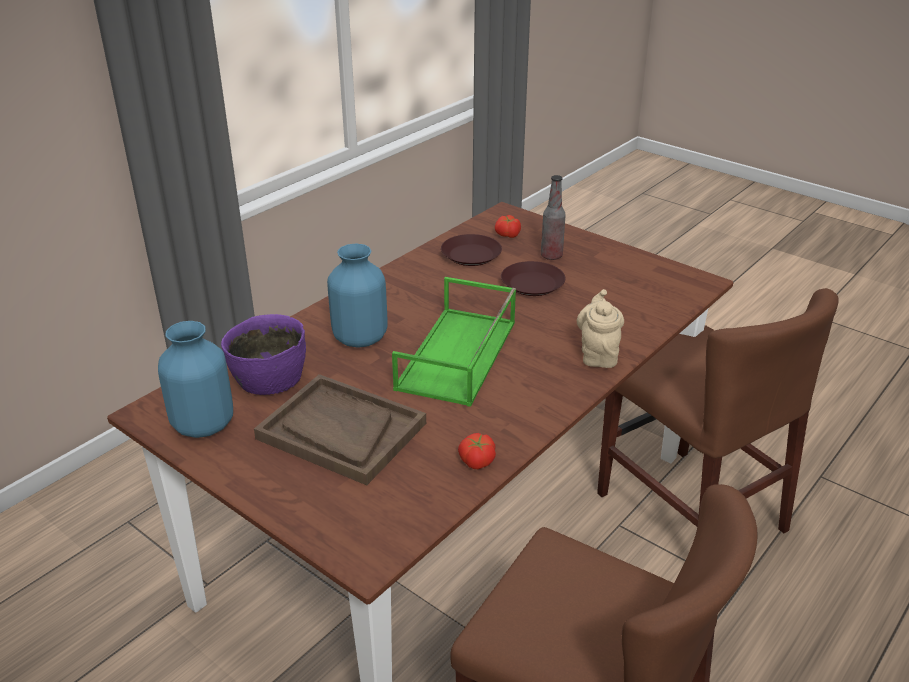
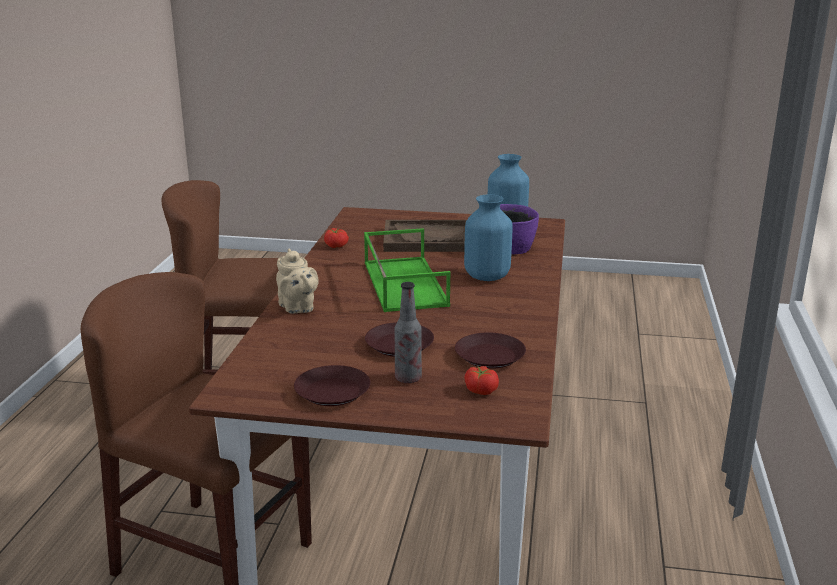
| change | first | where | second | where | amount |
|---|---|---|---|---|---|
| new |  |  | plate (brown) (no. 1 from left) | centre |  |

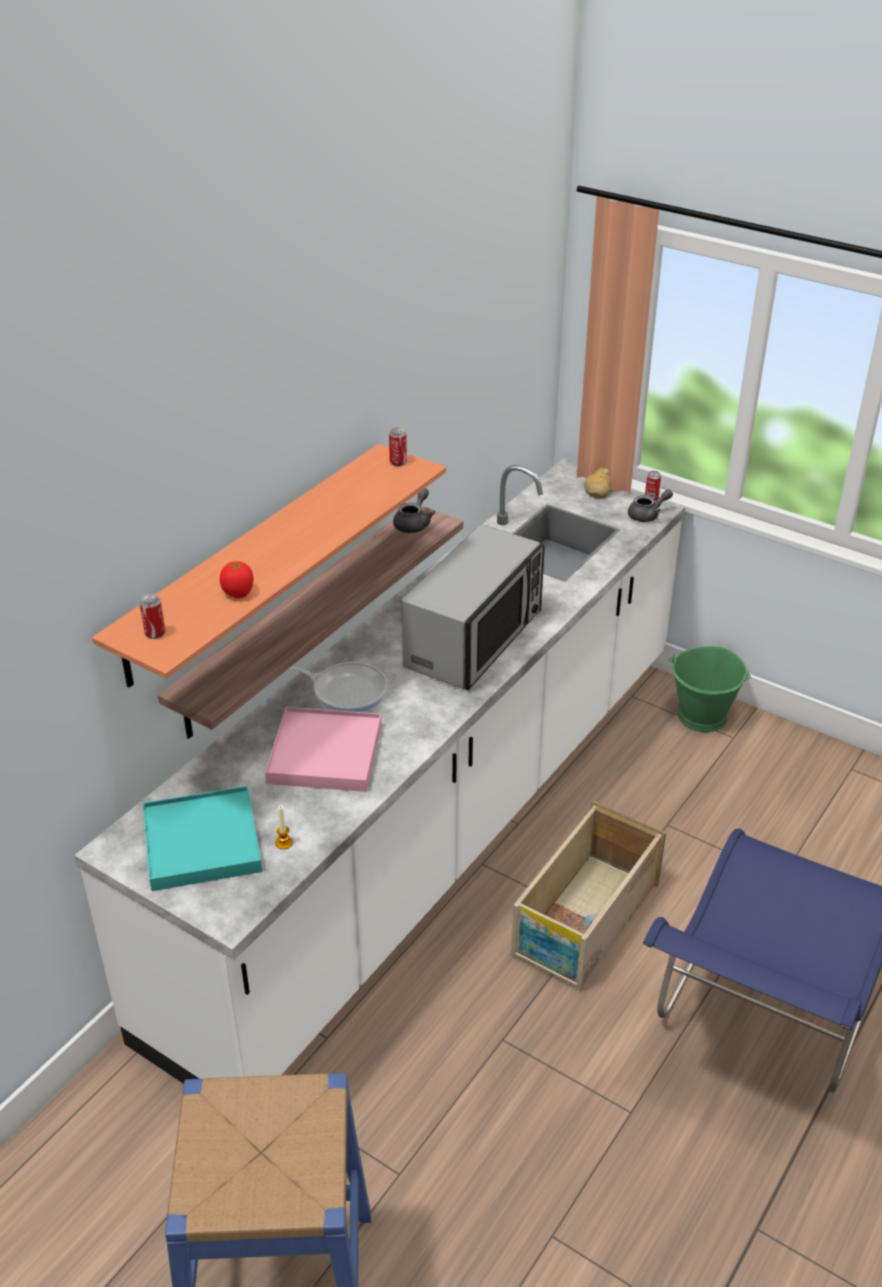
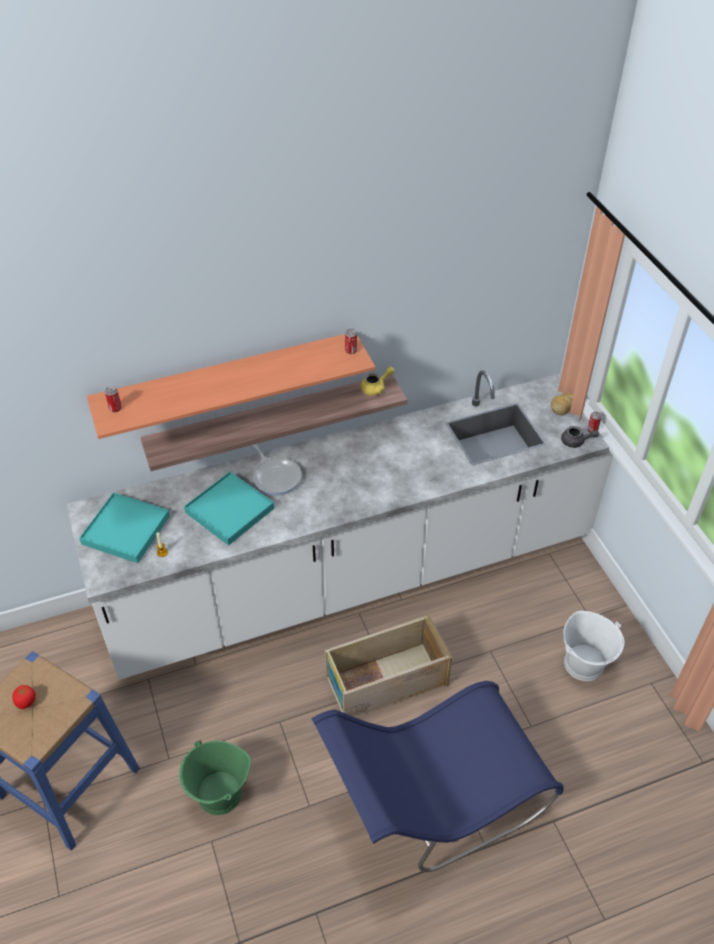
| change | first | where | second | where | amount |
|---|---|---|---|---|---|
| gone | microwave | centre |  |  |  |
| new |  |  | bucket (white) | bottom right |  |
| shifted | tomato | middle left |  | bottom left |  |
| shifted | bucket (green) | middle right |  | bottom left |  |
| repainted | tray (pink) | centre | tray (turquoise) (no. 2 from left) | middle left |  |
| repainted | teapot (grey) (no. 1 from left) | centre | teapot (yellow) | centre |  |

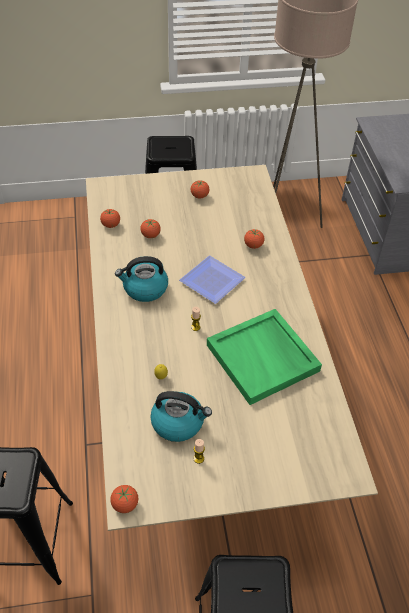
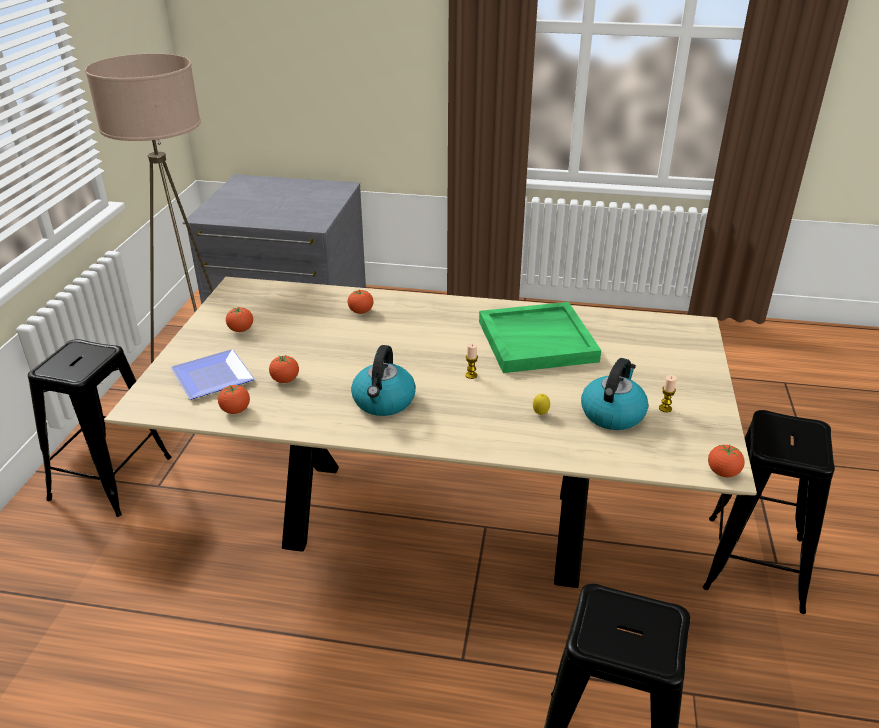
| change | first | where | second | where | amount |
|---|---|---|---|---|---|
| shifted | plate | centre |  | middle left |  |

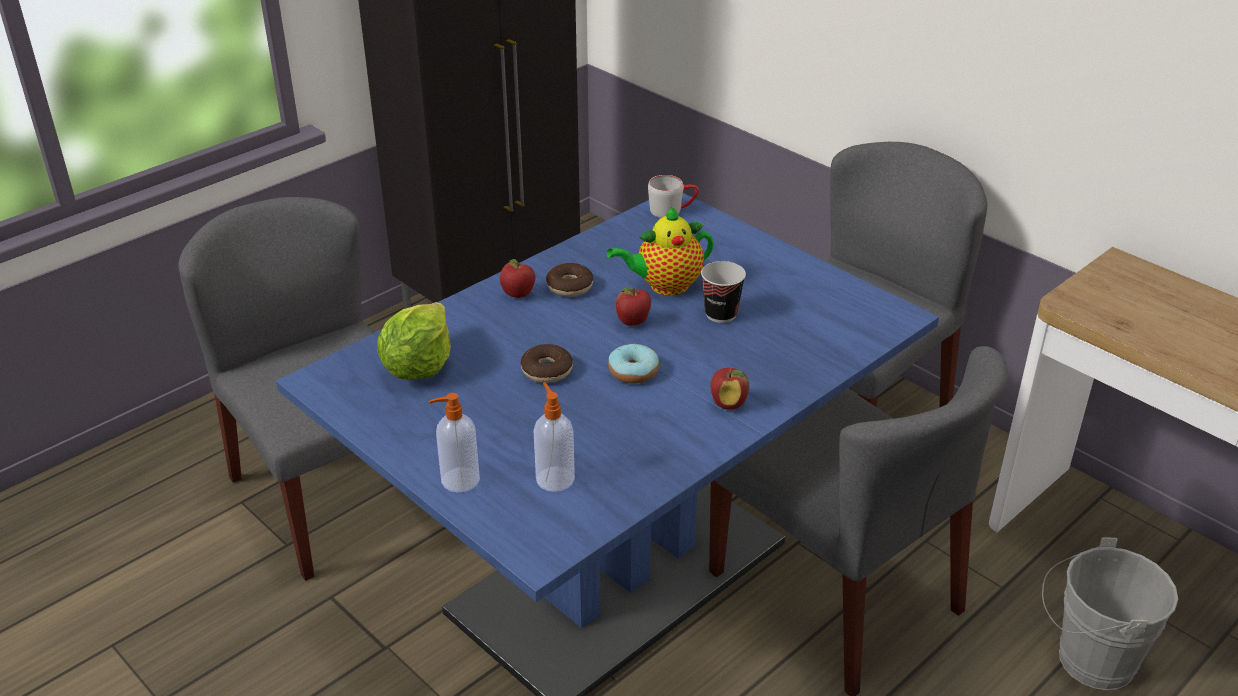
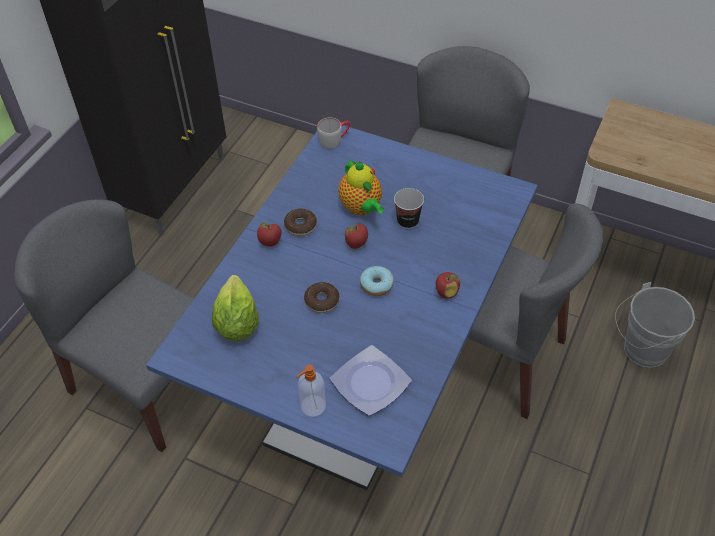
| change | first | where | second | where | amount |
|---|---|---|---|---|---|
| swapped | soap dispenser (no. 2 from left) | centre | plate | bottom centre |  |
| rotated | teapot | centre |  | centre | 75 degrees counterclockwise |

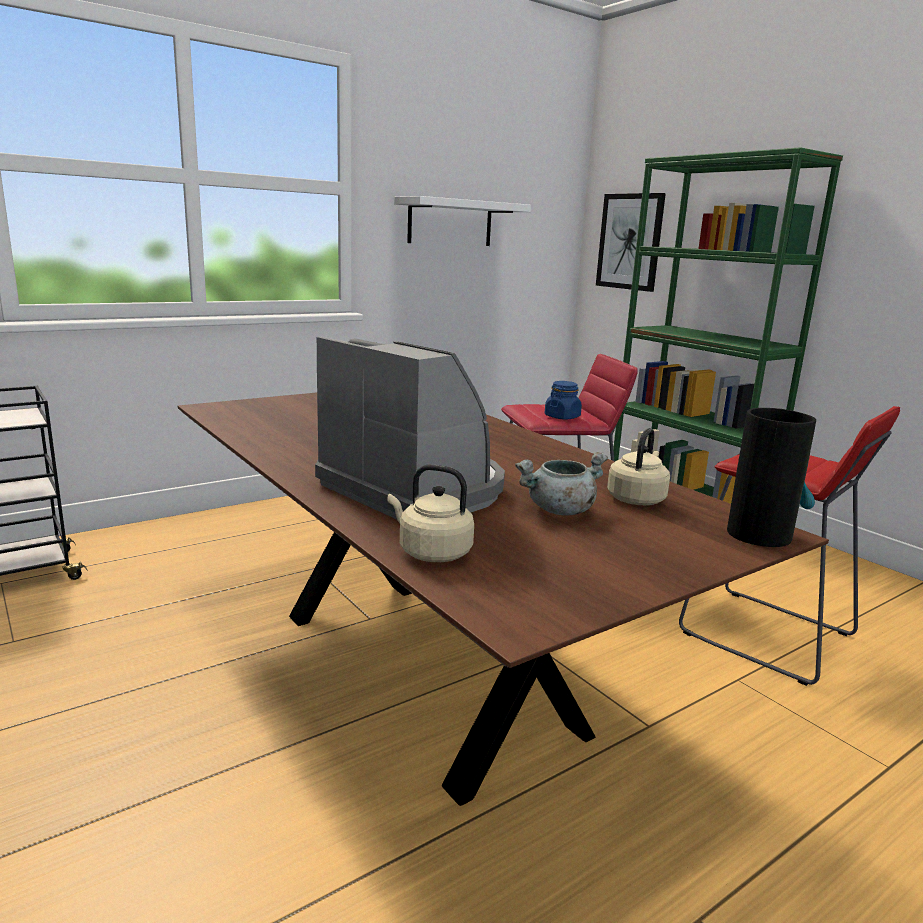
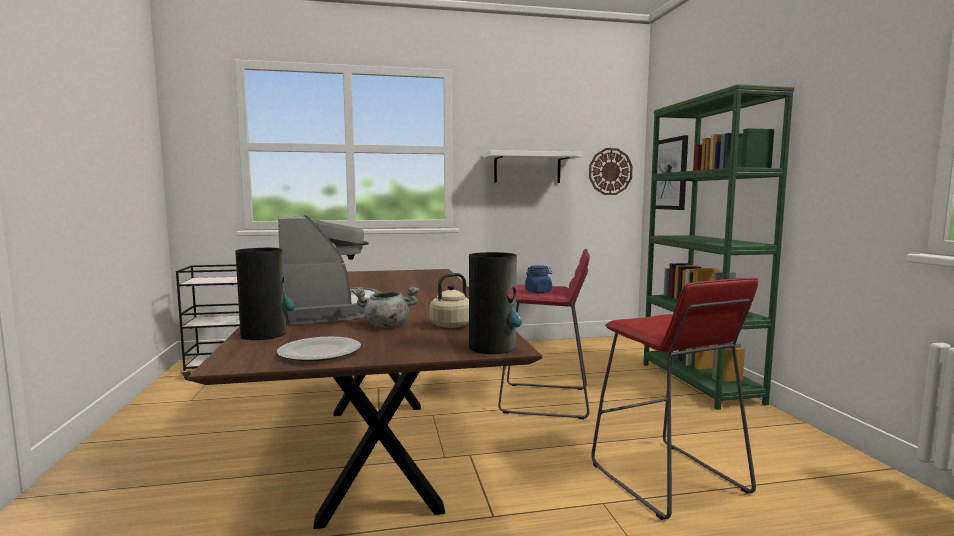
| change | first | where | second | where | amount |
|---|---|---|---|---|---|
| new |  |  | plate | centre |  |
| new |  |  | wall clock | top centre |  |
| swapped | kettle (beige) (no. 1 from left) | centre | vase (no. 1 from left) | middle left |  |

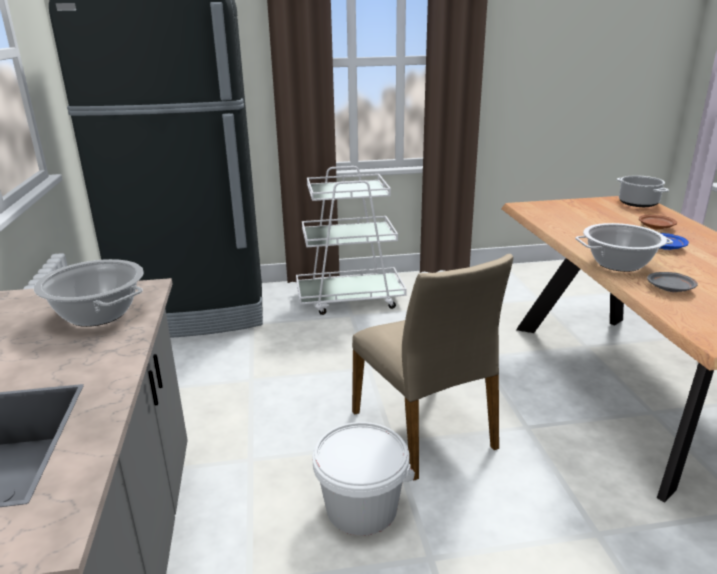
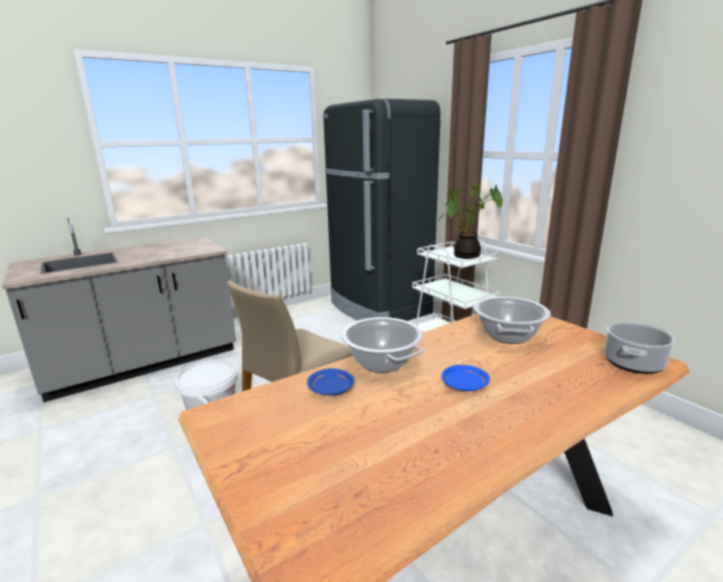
| change | first | where | second | where | amount |
|---|---|---|---|---|---|
| gone | plate (brown) | middle right |  |  |  |
| new |  |  | potted plant | centre |  |
| shifted | cooking pot (no. 1 from left in the first image) | middle left | cooking pot (no. 2 from left) | middle right |  |
| repainted | plate (grey) | middle right | plate (blue) (no. 1 from left) | centre |  |

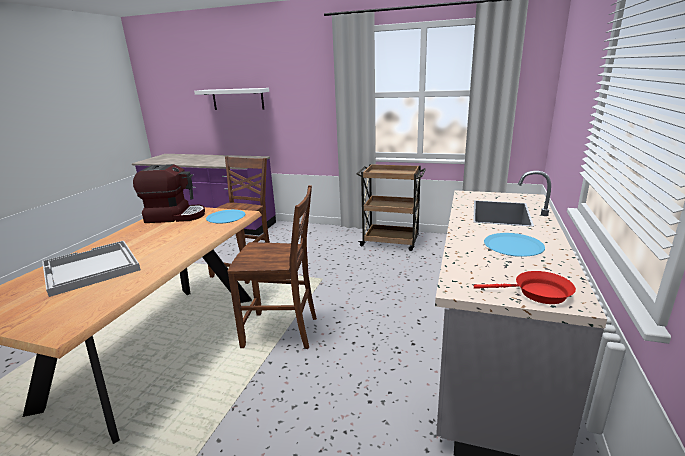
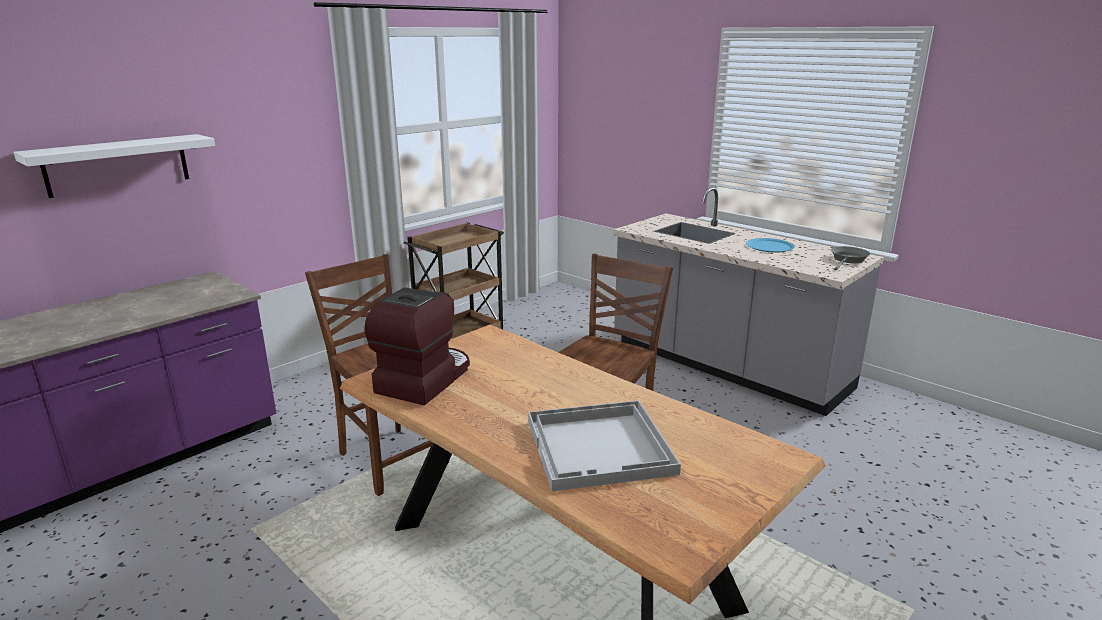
| change | first | where | second | where | amount |
|---|---|---|---|---|---|
| gone | plate (blue) (no. 1 from left) | middle left |  |  |  |
| repainted | frying pan (red) | middle right | frying pan (grey) | middle right |  |

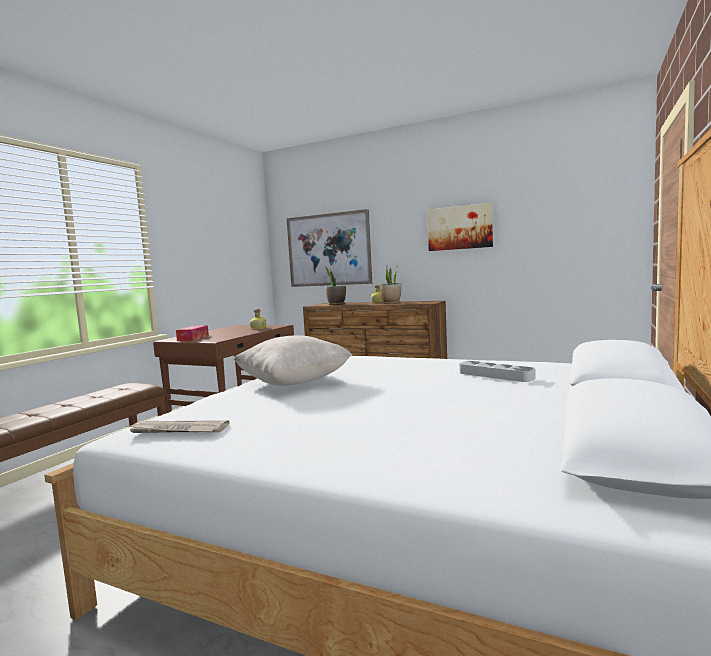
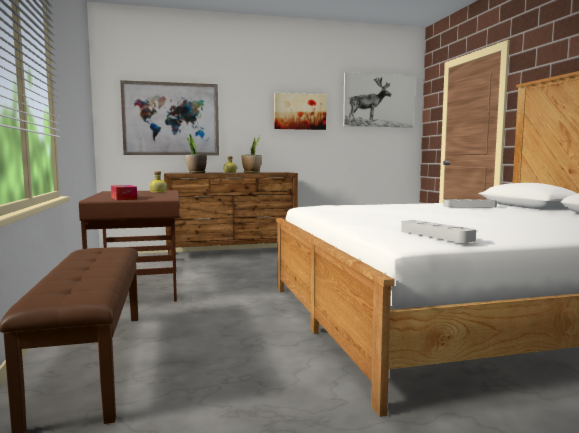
| change | first | where | second | where | amount |
|---|---|---|---|---|---|
| gone | pillow (beige) | centre |  |  |  |
| new |  |  | picture (no. 3 from left) | top centre |  |
| swapped | newspaper | middle left | tray (grey) (no. 1 from left) | middle right |  |

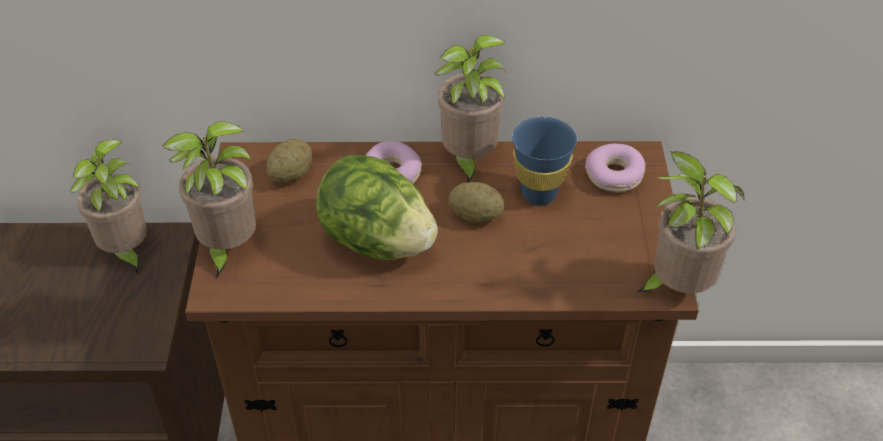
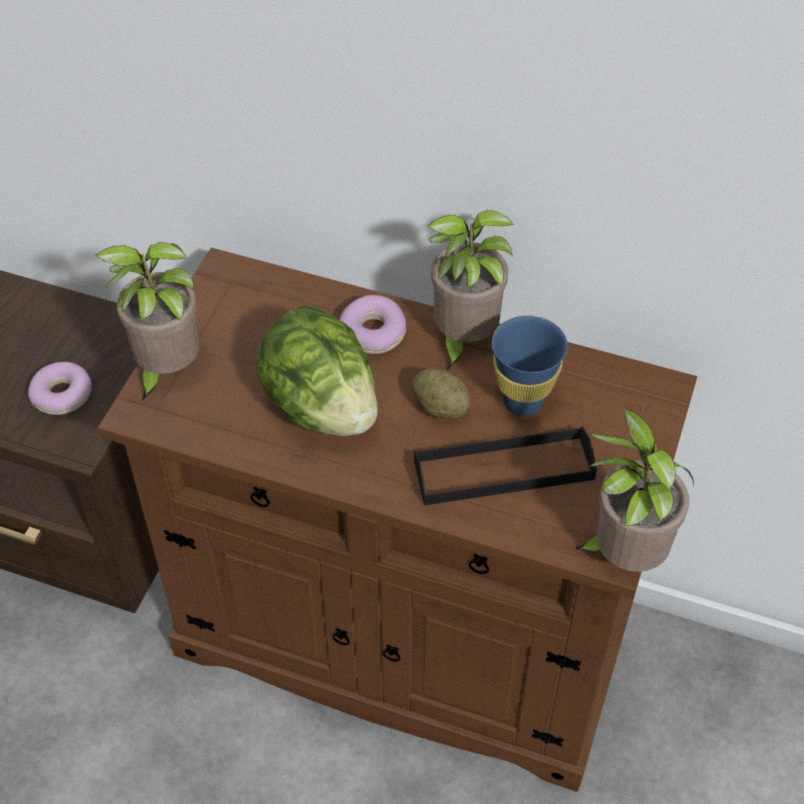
| change | first | where | second | where | amount |
|---|---|---|---|---|---|
| gone | potted plant (no. 1 from left) | middle left |  |  |  |
| gone | potato (no. 1 from left) | middle left |  |  |  |
| new |  |  | tray (black) | centre |  |
| shifted | donut (no. 2 from left in the first image) | middle right | donut (no. 1 from left) | middle left |  |

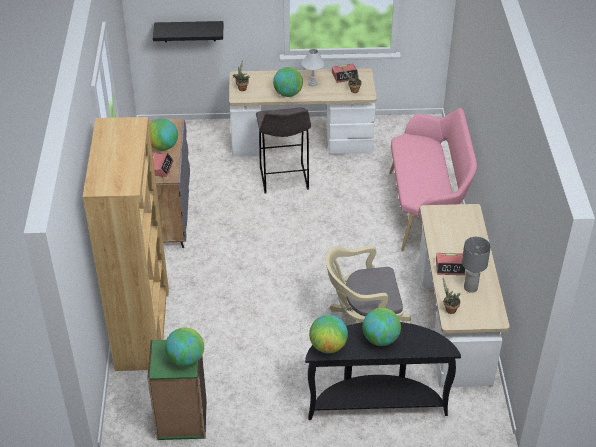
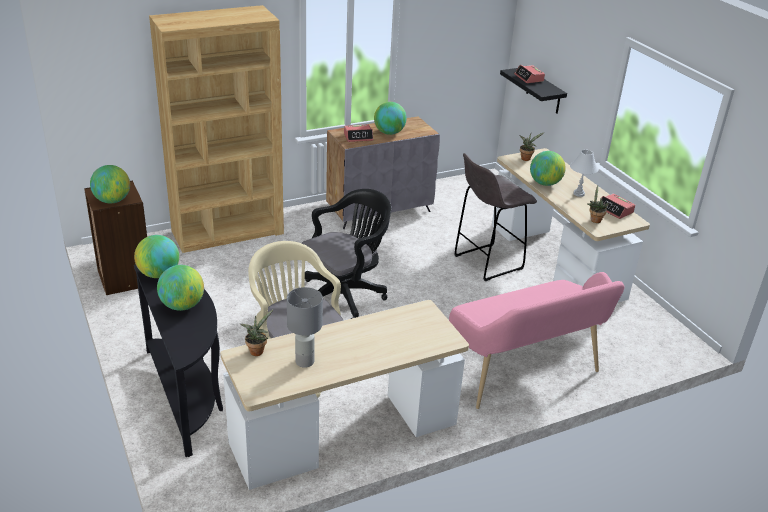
| change | first | where | second | where | amount |
|---|---|---|---|---|---|
| new |  |  | office chair (black) | centre |  |
| shifted | alarm clock (no. 3 from left in the first image) | middle right | alarm clock (no. 2 from left) | top right |  |
| repainted | bookcase (green) | bottom left | bookcase (brown) (no. 1 from left) | middle left |  |

